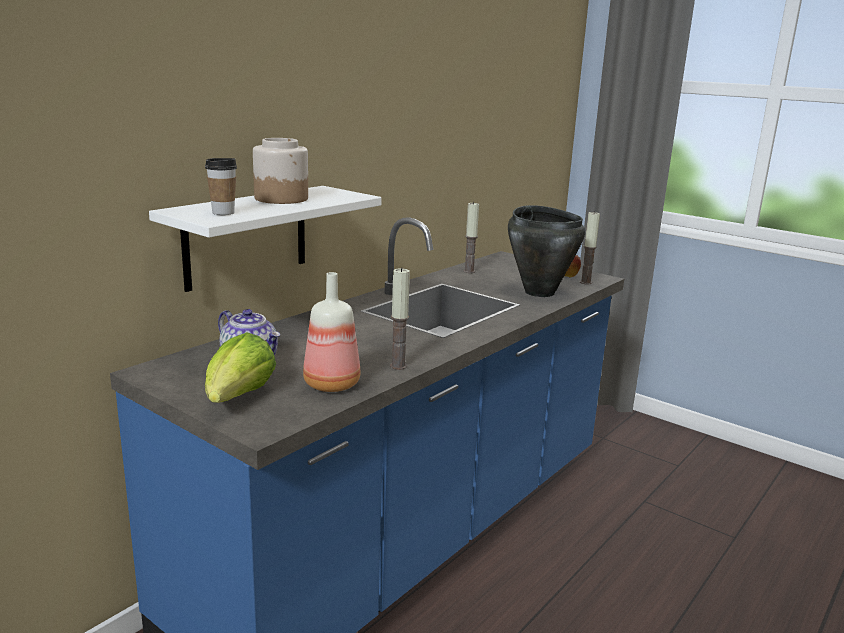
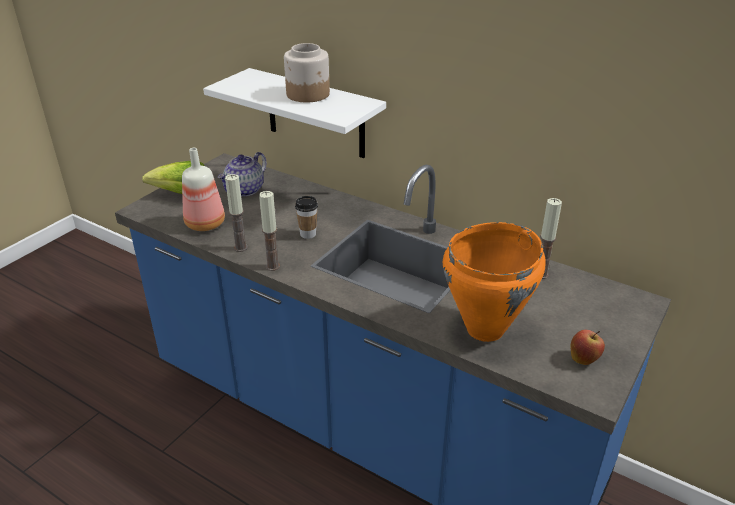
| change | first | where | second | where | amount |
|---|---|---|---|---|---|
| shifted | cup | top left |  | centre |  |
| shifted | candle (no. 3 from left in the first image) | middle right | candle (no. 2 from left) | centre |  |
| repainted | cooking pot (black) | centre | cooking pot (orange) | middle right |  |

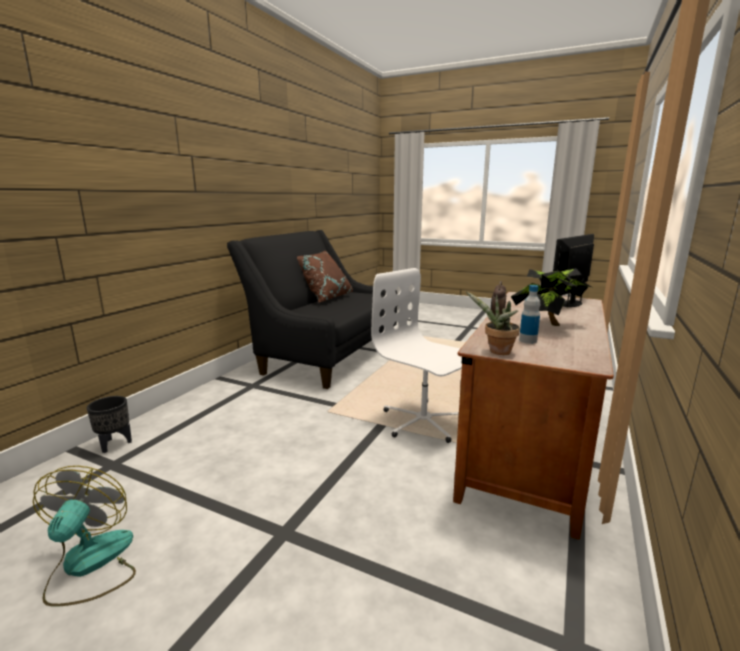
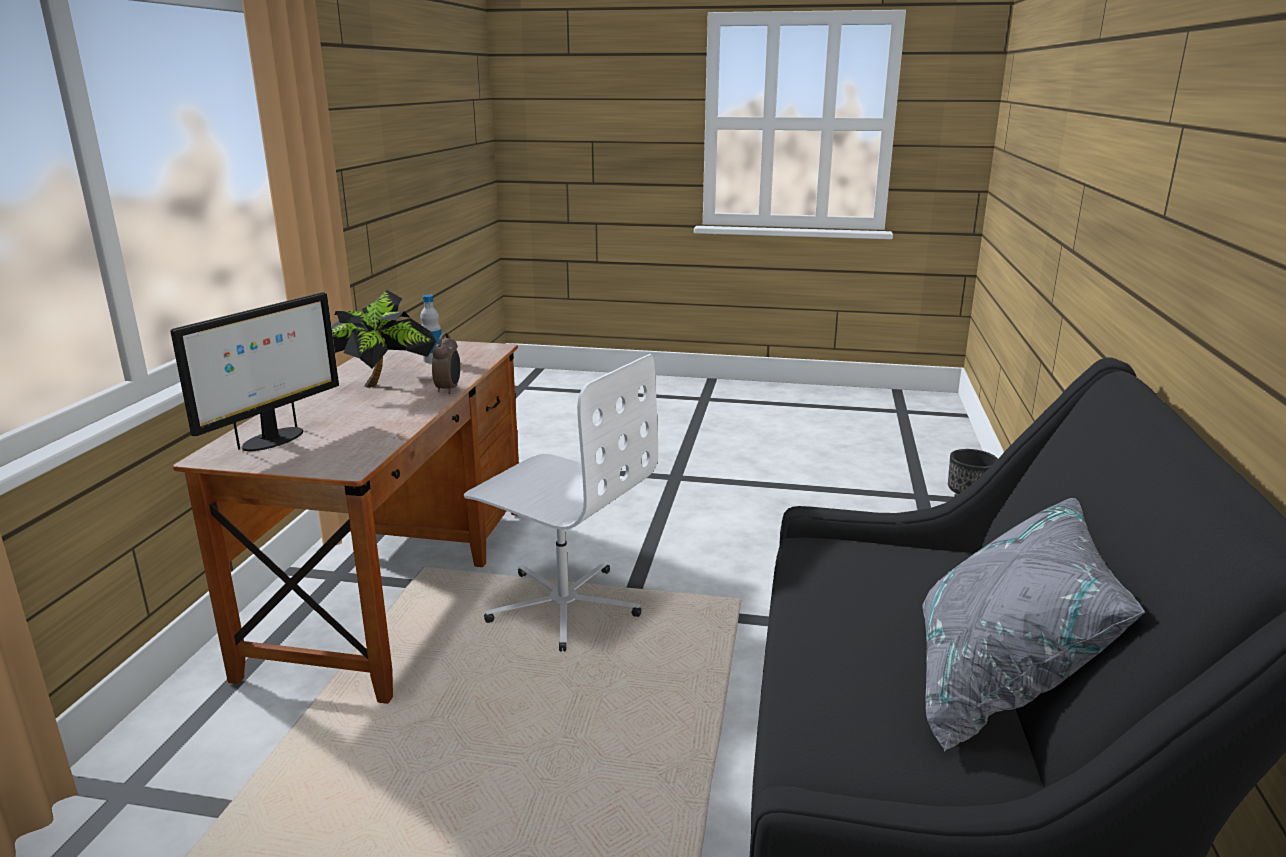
| change | first | where | second | where | amount |
|---|---|---|---|---|---|
| gone | fan | bottom left |  |  |  |
| gone | potted plant (no. 1 from left) | centre |  |  |  |
| repainted | pillow (brown) | centre | pillow (grey) | bottom right |  |

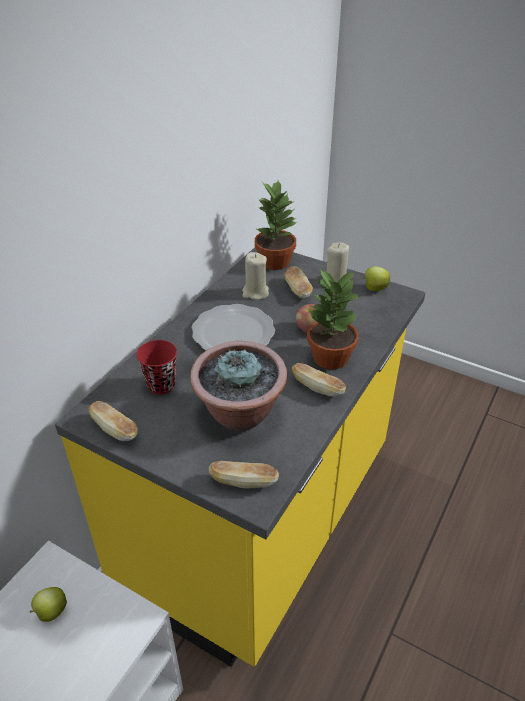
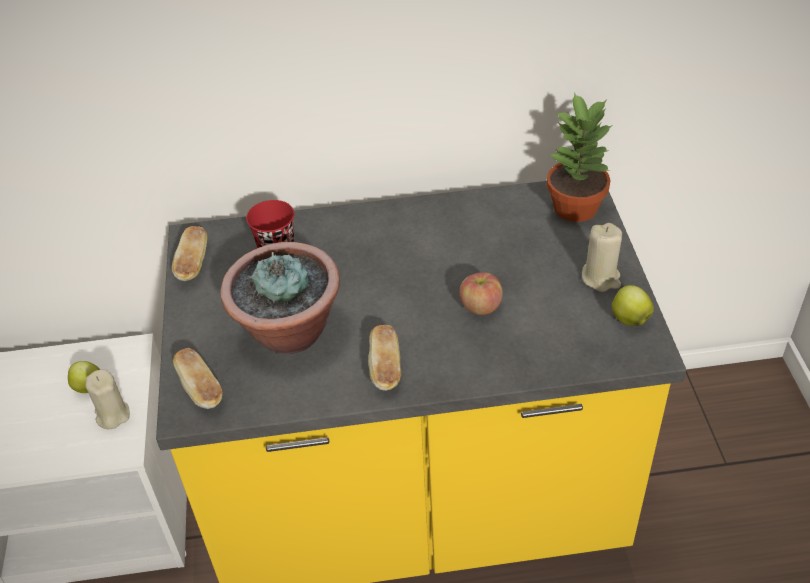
| change | first | where | second | where | amount |
|---|---|---|---|---|---|
| gone | plate | centre |  |  |  |
| gone | bread (no. 3 from left) | centre |  |  |  |
| gone | potted plant (no. 3 from left) | centre |  |  |  |
| shifted | candle (beige) (no. 1 from left) | centre |  | bottom left |  |

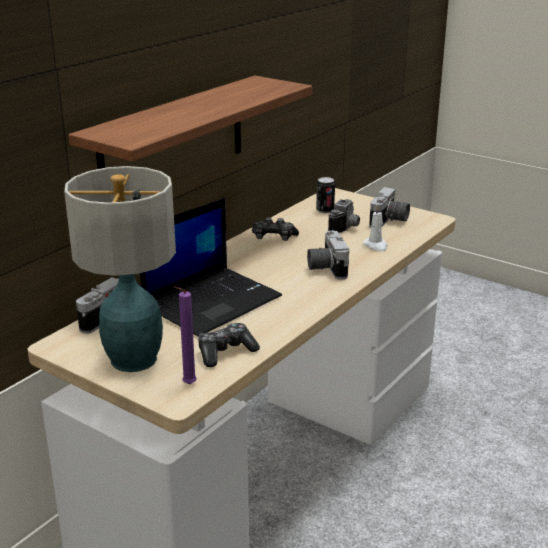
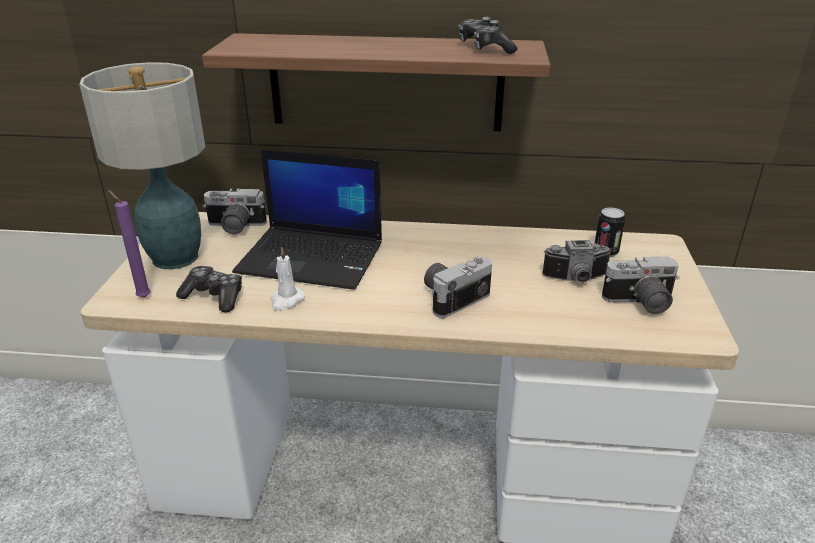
| change | first | where | second | where | amount |
|---|---|---|---|---|---|
| shifted | game controller (no. 2 from left) | centre |  | top centre |  |
| shifted | candle (white) | middle right |  | centre |  |

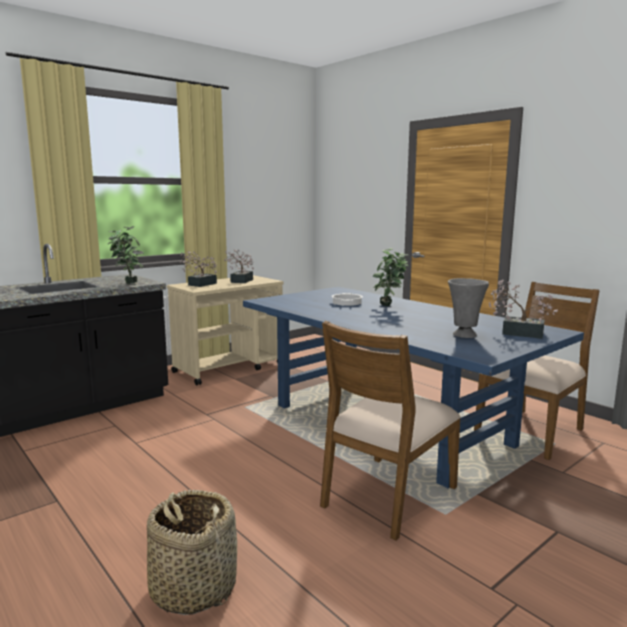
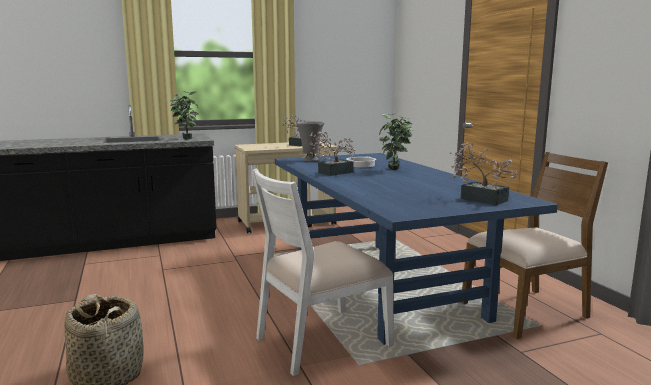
| change | first | where | second | where | amount |
|---|---|---|---|---|---|
| shifted | potted plant (no. 2 from left in the first image) | middle left | potted plant (no. 3 from left) | centre |  |
| shifted | vase (grey) | middle right |  | centre |  |
| repainted | chair (brown) (no. 1 from left) | bottom centre | chair (white) | bottom centre |  |

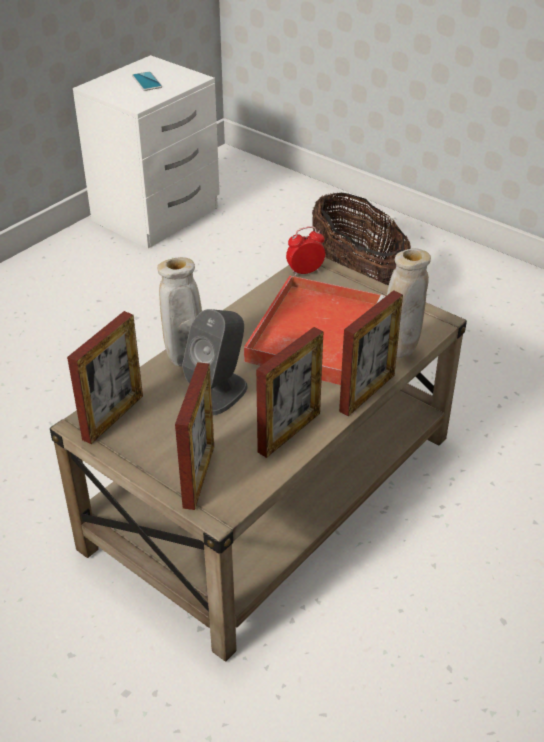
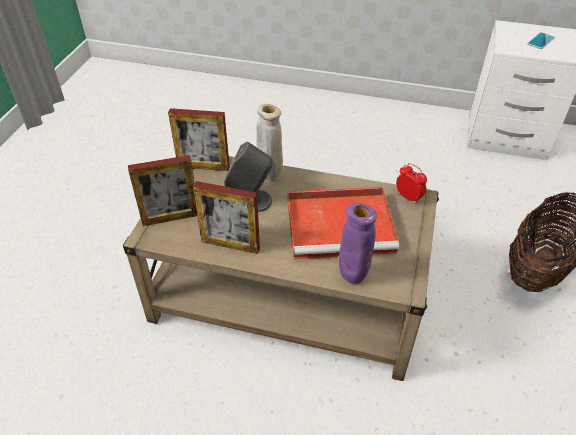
| change | first | where | second | where | amount |
|---|---|---|---|---|---|
| gone | picture frame (no. 4 from left) | middle right |  |  |  |
| repainted | vase (beige) (no. 2 from left) | middle right | vase (purple) | centre |  |

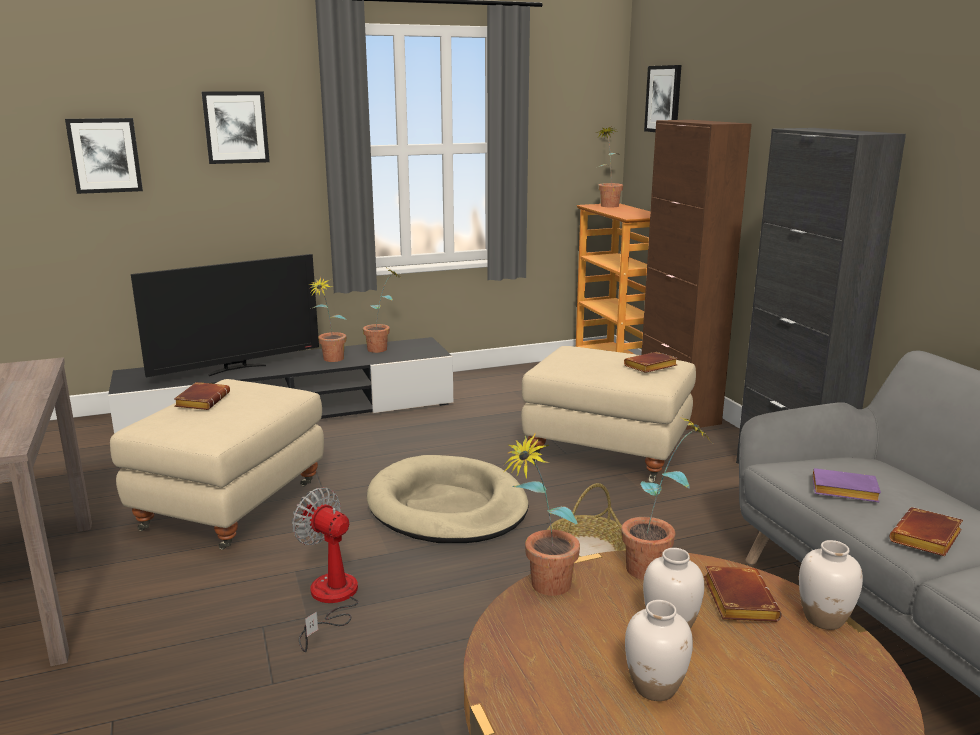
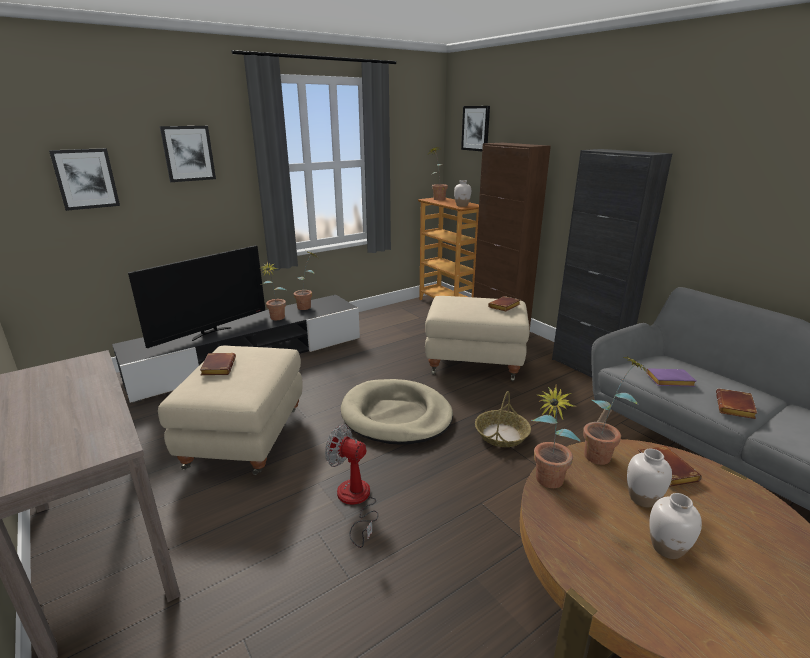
| change | first | where | second | where | amount |
|---|---|---|---|---|---|
| shifted | vase (white) (no. 3 from left in the first image) | bottom right | vase (white) (no. 1 from left) | top centre |  |

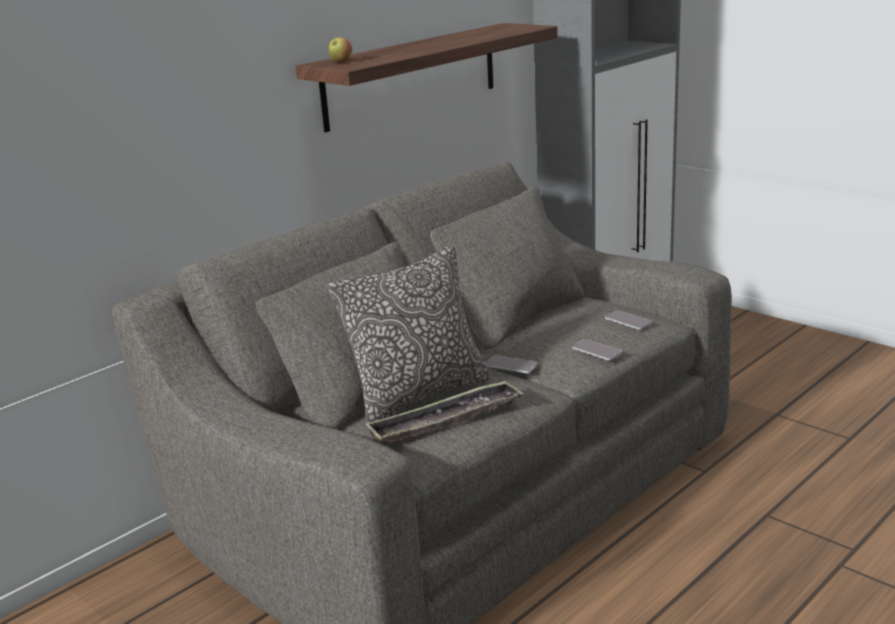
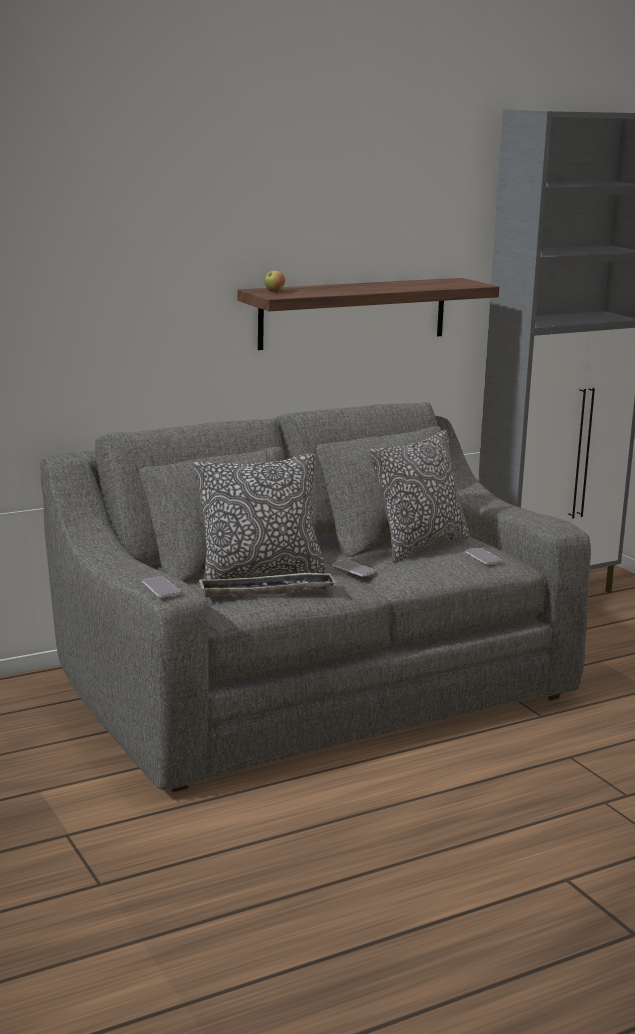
| change | first | where | second | where | amount |
|---|---|---|---|---|---|
| new |  |  | pillow (no. 2 from left) | centre |  |
| shifted | phone (no. 2 from left in the first image) | middle right | phone (no. 1 from left) | middle left |  |

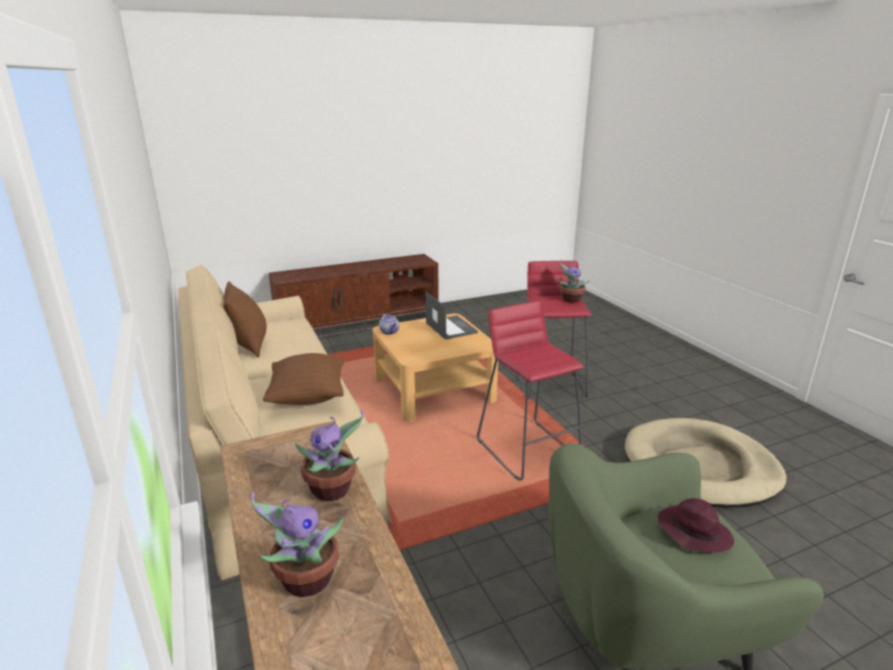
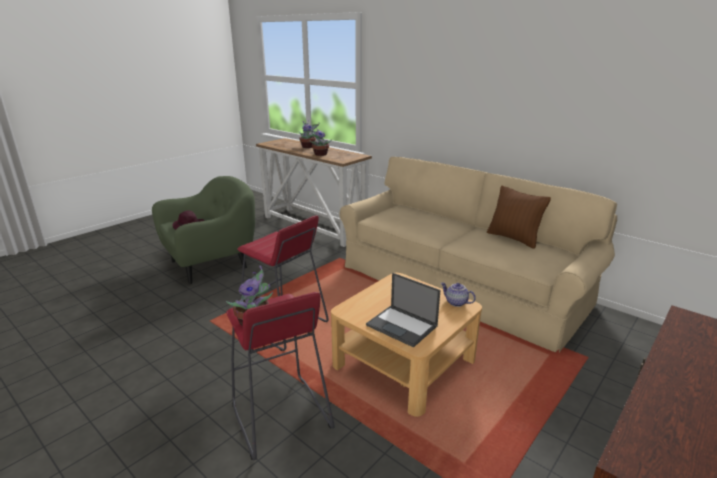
| change | first | where | second | where | amount |
|---|---|---|---|---|---|
| gone | pillow (brown) (no. 2 from left) | centre |  |  |  |
| gone | dog bed (beige) | bottom right |  |  |  |

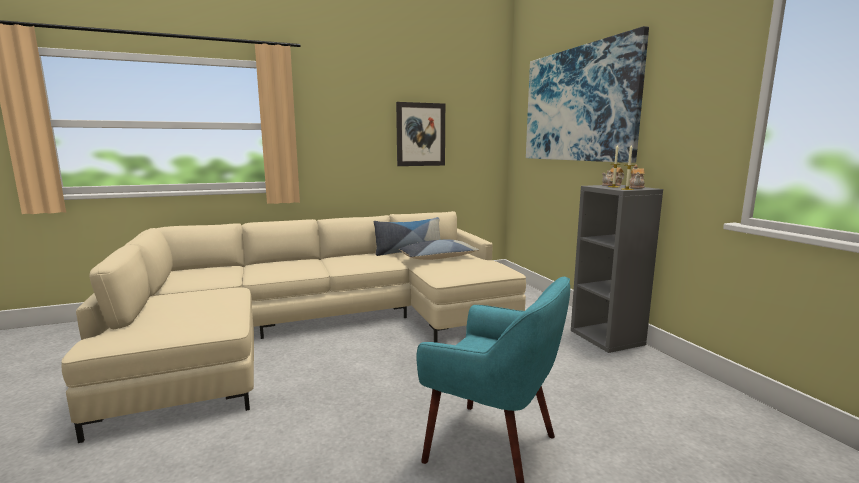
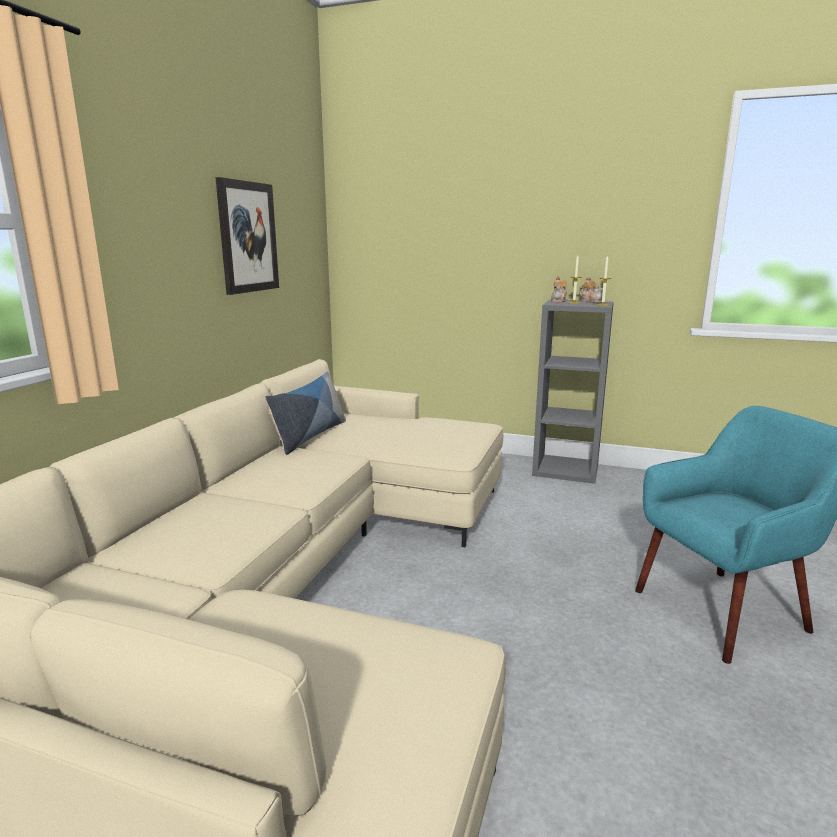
| change | first | where | second | where | amount |
|---|---|---|---|---|---|
| gone | pillow (no. 2 from left) | centre |  |  |  |
| gone | picture (no. 2 from left) | top right |  |  |  |

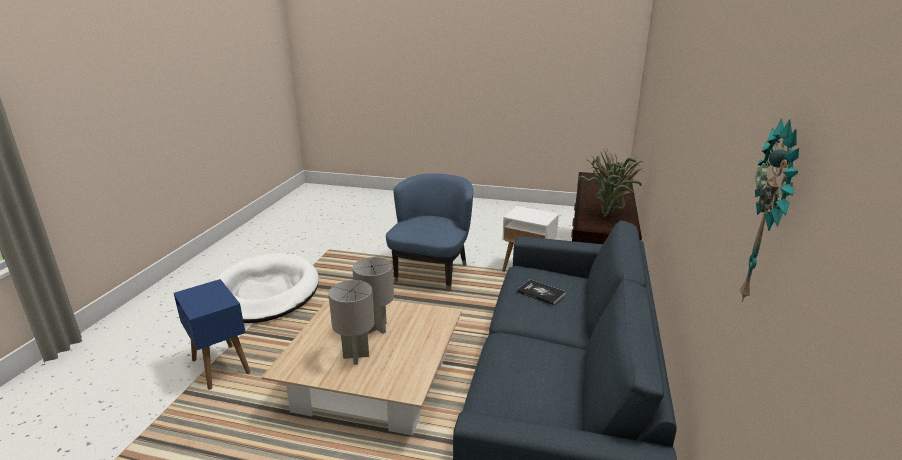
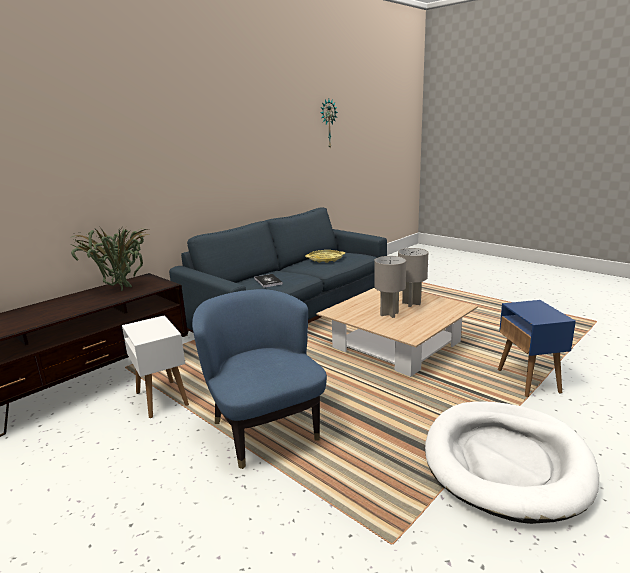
| change | first | where | second | where | amount |
|---|---|---|---|---|---|
| new |  |  | tray (yellow) | centre |  |
| rotated | armchair (blue) | centre |  | centre | 105 degrees clockwise |

